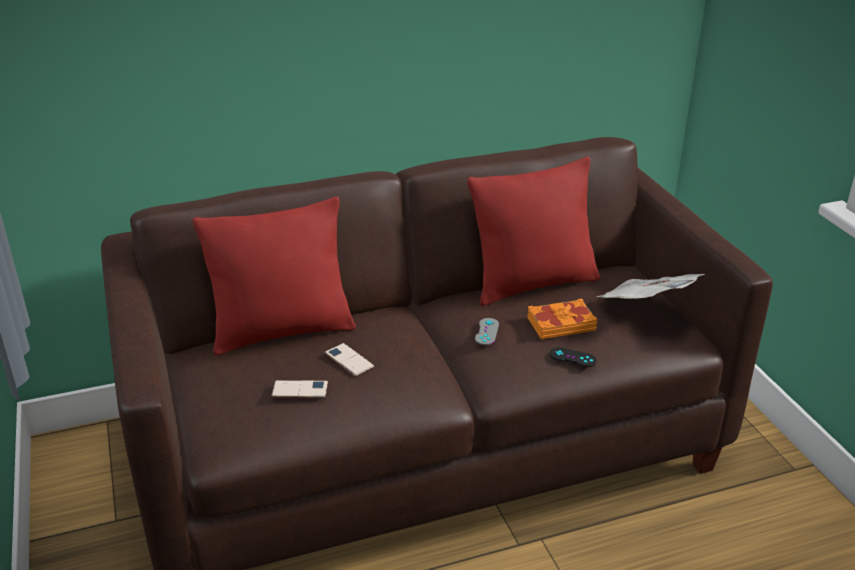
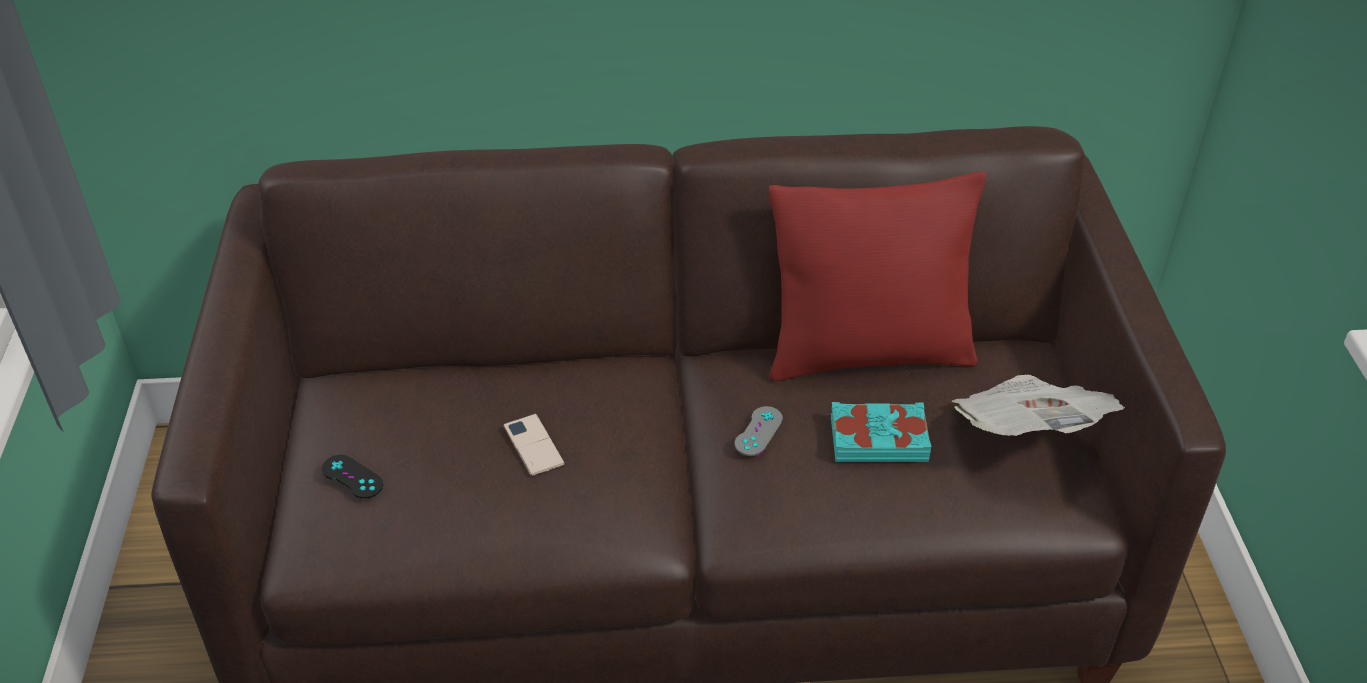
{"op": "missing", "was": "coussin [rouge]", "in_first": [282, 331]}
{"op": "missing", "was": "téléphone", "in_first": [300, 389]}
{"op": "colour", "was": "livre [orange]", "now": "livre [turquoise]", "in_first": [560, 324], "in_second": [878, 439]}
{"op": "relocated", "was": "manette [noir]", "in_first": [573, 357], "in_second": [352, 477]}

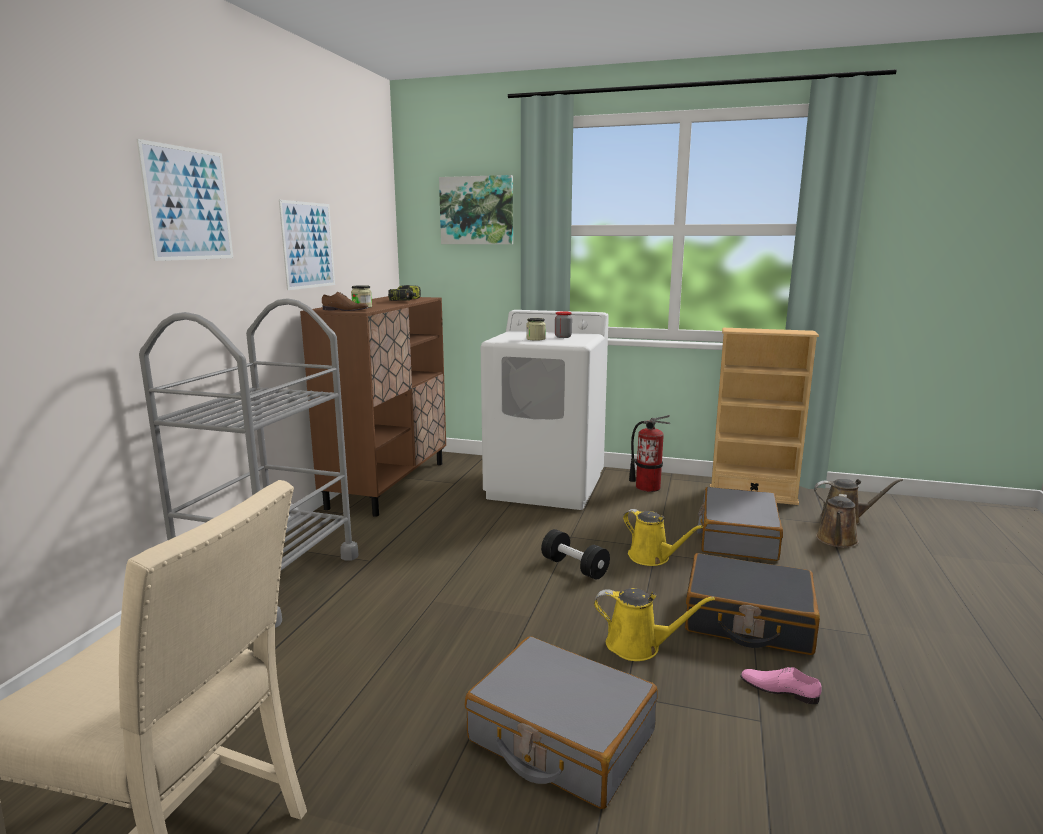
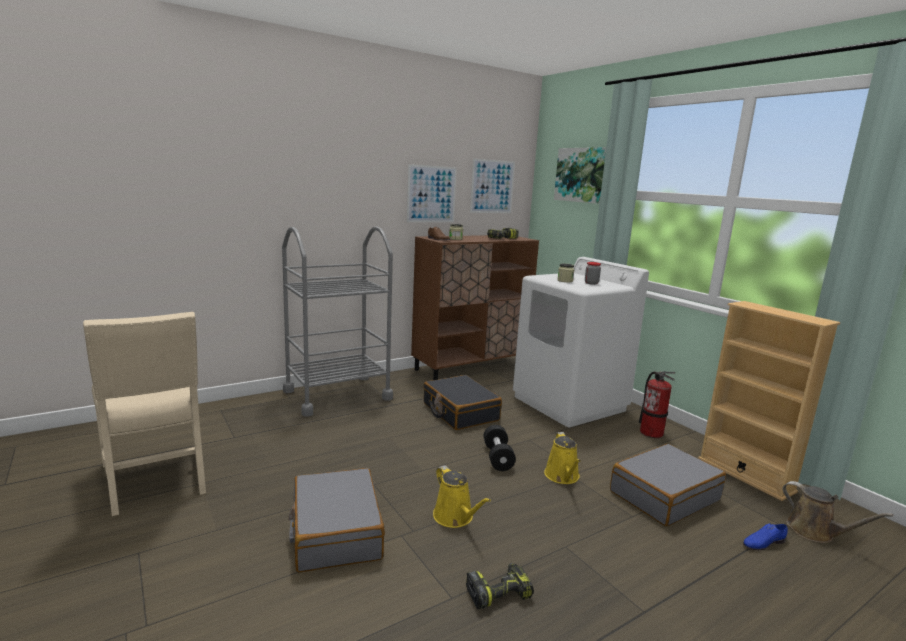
{"op": "relocated", "was": "tableau", "in_first": [189, 204], "in_second": [492, 186]}
{"op": "relocated", "was": "valise [noir]", "in_first": [747, 620], "in_second": [460, 412]}
{"op": "exchanged", "was": "chaussure [rose]", "now": "perceuse", "in_first": [779, 689], "in_second": [499, 592]}
{"op": "exchanged", "was": "arrosoir [marron]", "now": "chaussure [bleu]", "in_first": [836, 541], "in_second": [763, 542]}

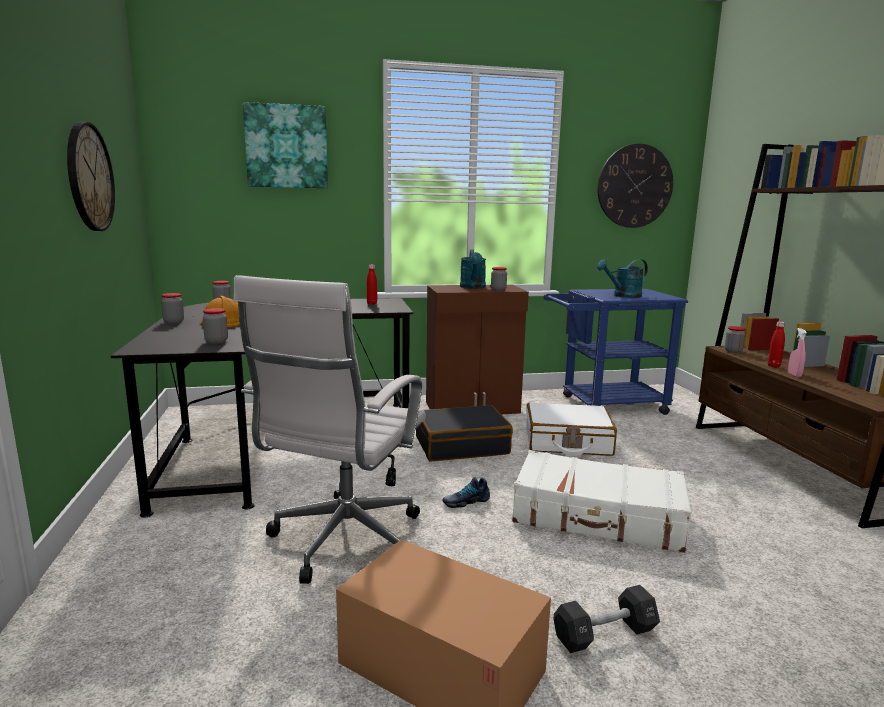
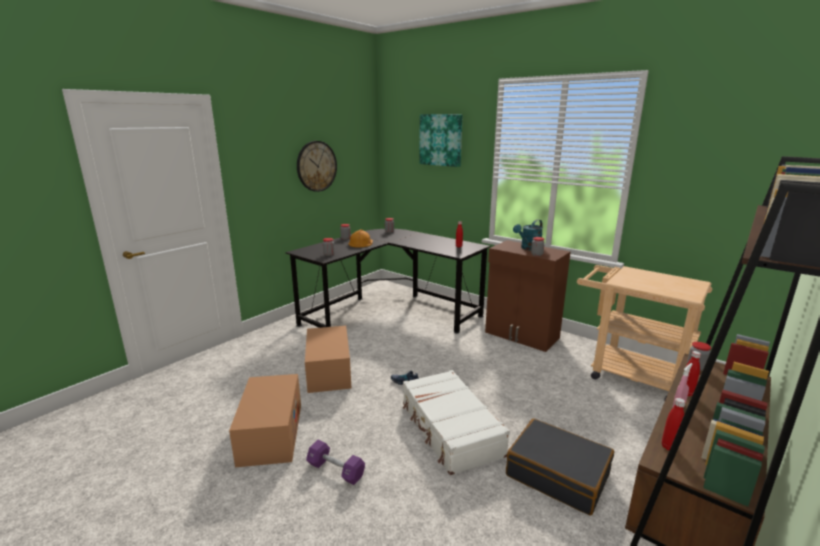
{"op": "exchanged", "was": "chaise de bureau [blanc]", "now": "carton", "in_first": [343, 543], "in_second": [329, 371]}
{"op": "relocated", "was": "valise [noir]", "in_first": [461, 445], "in_second": [557, 474]}
{"op": "missing", "was": "valise [blanc]", "in_first": [567, 442]}
{"op": "colour", "was": "chariot [bleu]", "now": "chariot [beige]", "in_first": [605, 405], "in_second": [628, 374]}
{"op": "colour", "was": "haltère [noir]", "now": "haltère [violet]", "in_first": [604, 634], "in_second": [336, 470]}
{"op": "missing", "was": "horloge murale", "in_first": [635, 186]}
{"op": "missing", "was": "arrosoir [turquoise]", "in_first": [623, 296]}
{"op": "appeared", "now": "bouteille [rouge]", "in_second": [669, 447]}

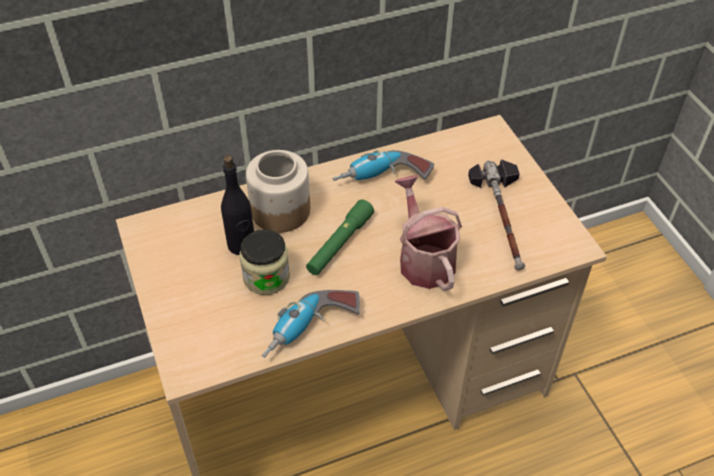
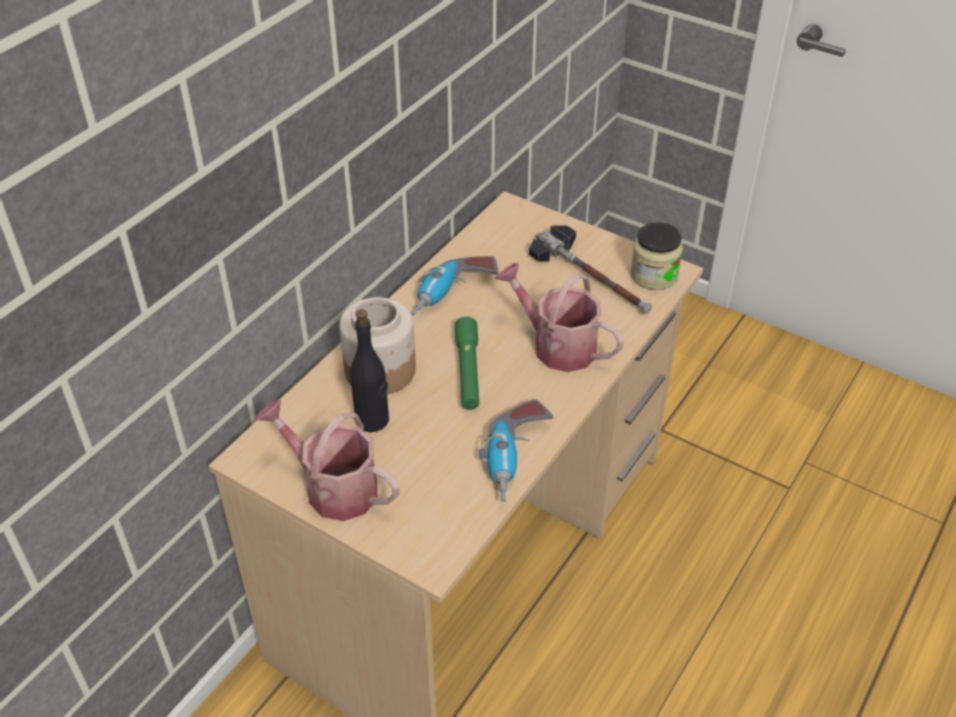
{"op": "relocated", "was": "bocal", "in_first": [266, 277], "in_second": [654, 275]}
{"op": "appeared", "now": "arrosoir", "in_second": [333, 487]}

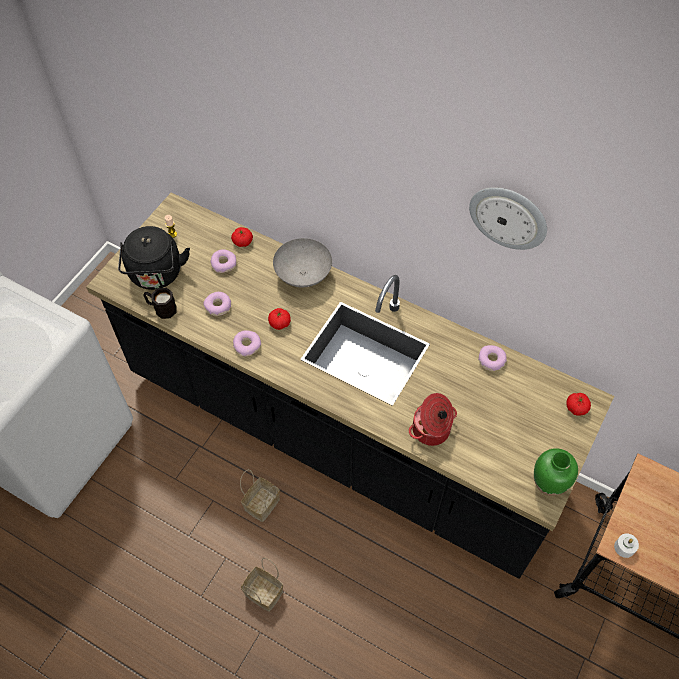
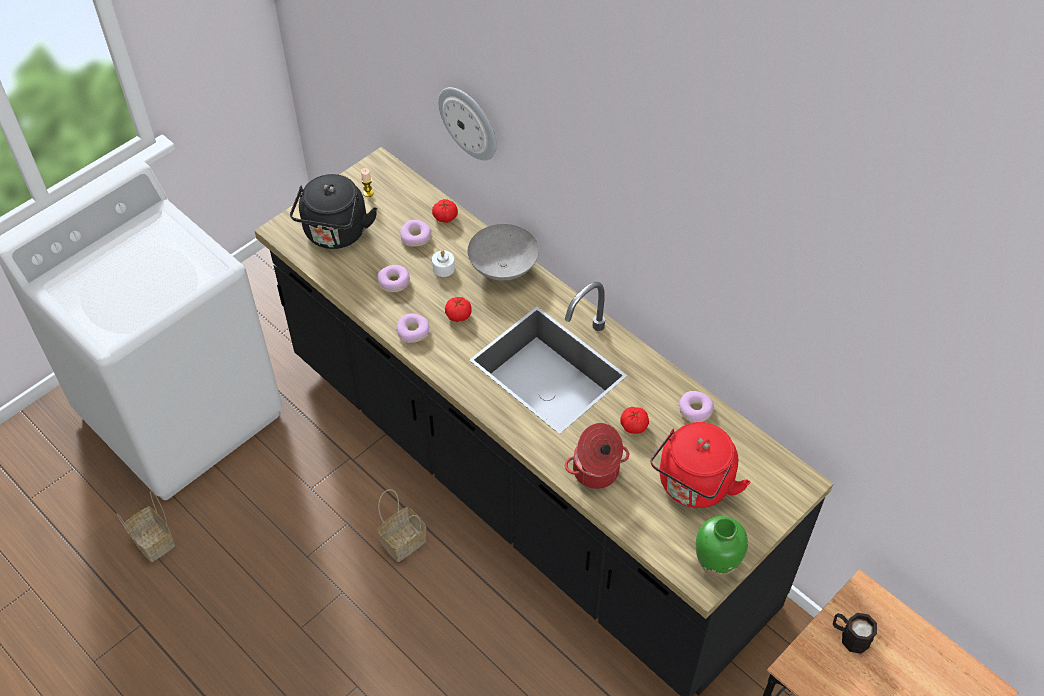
{"op": "relocated", "was": "mug [noir]", "in_first": [161, 308], "in_second": [849, 636]}
{"op": "relocated", "was": "panier", "in_first": [265, 593], "in_second": [155, 542]}
{"op": "relocated", "was": "horloge murale", "in_first": [508, 217], "in_second": [469, 122]}
{"op": "relocated", "was": "tomate", "in_first": [576, 408], "in_second": [634, 426]}
{"op": "relocated", "was": "bougie [blanc]", "in_first": [624, 547], "in_second": [443, 268]}
{"op": "appeared", "now": "bouilloire [rouge]", "in_second": [693, 486]}

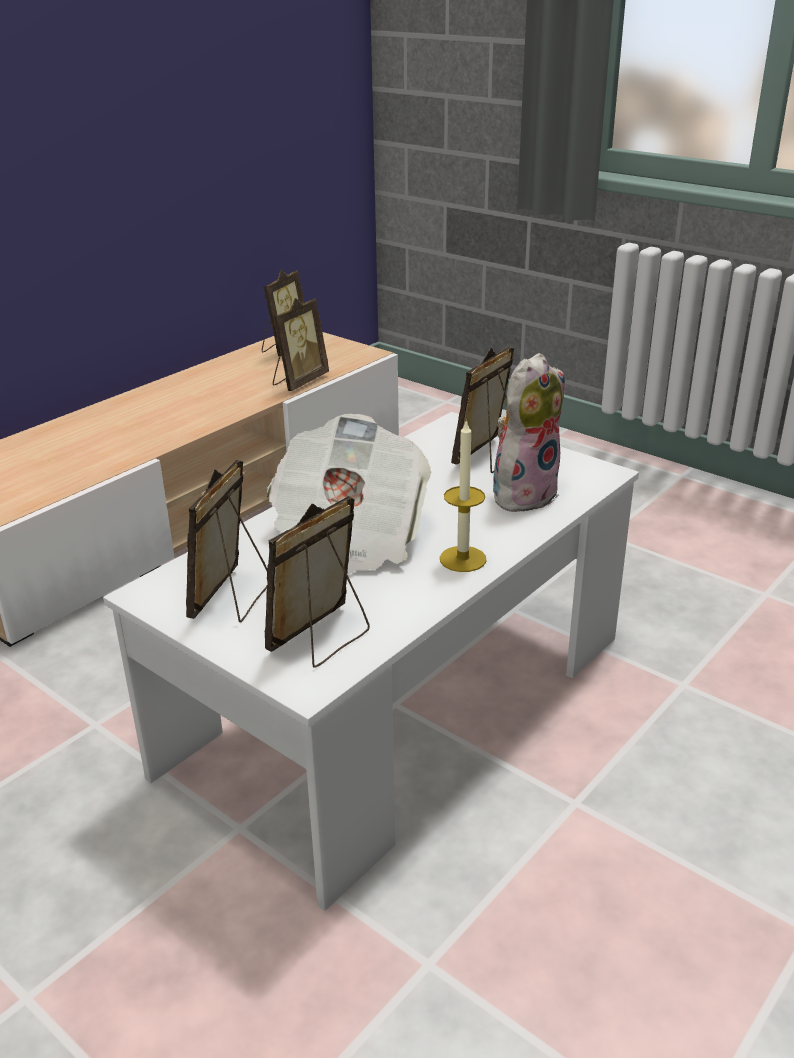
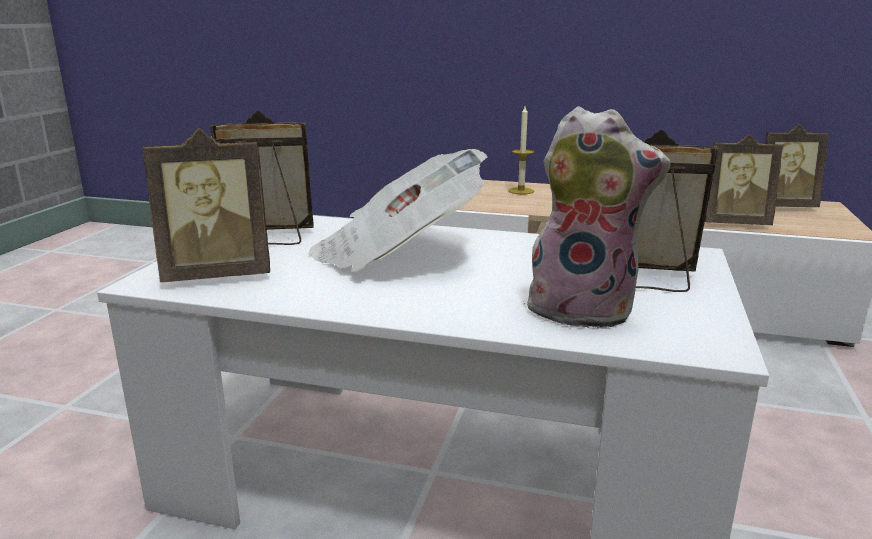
{"op": "spun", "was": "cadre photo", "in_first": [322, 639], "in_second": [218, 275], "clockwise": 150}
{"op": "relocated", "was": "bougie", "in_first": [463, 559], "in_second": [521, 191]}

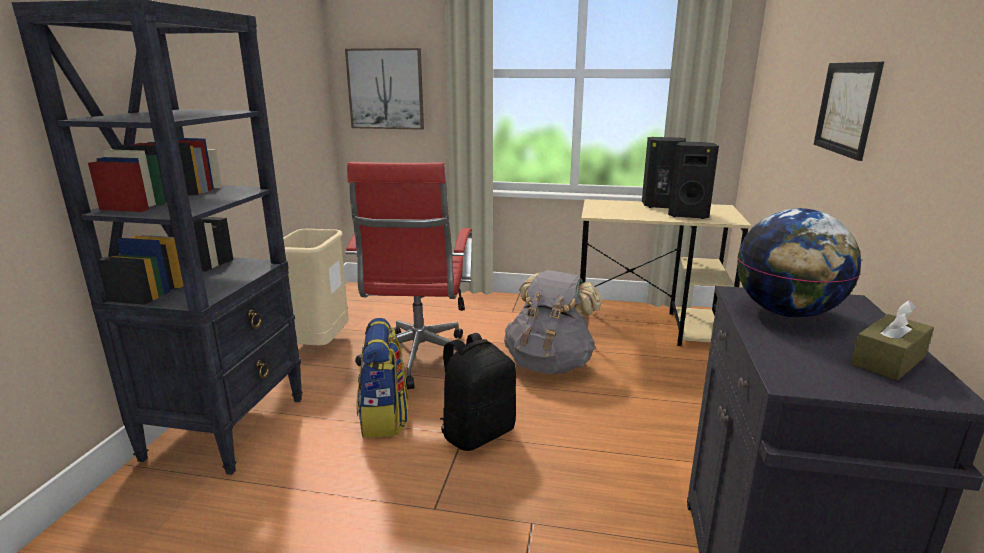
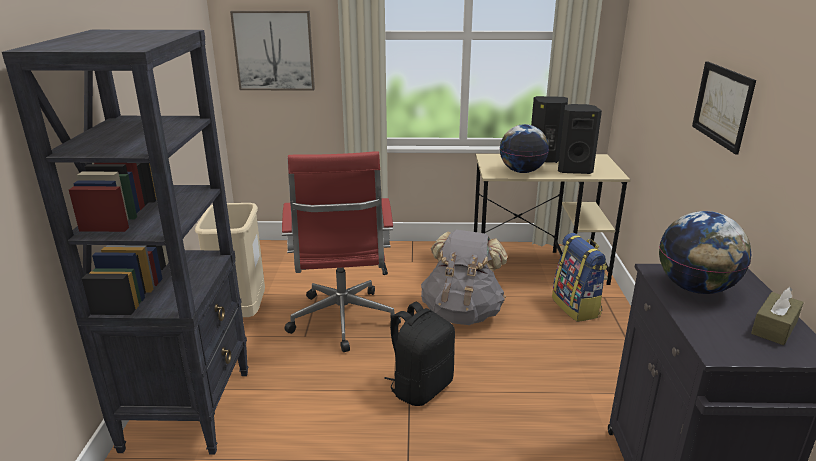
{"op": "relocated", "was": "sac à dos", "in_first": [384, 418], "in_second": [576, 307]}
{"op": "appeared", "now": "globe", "in_second": [522, 171]}

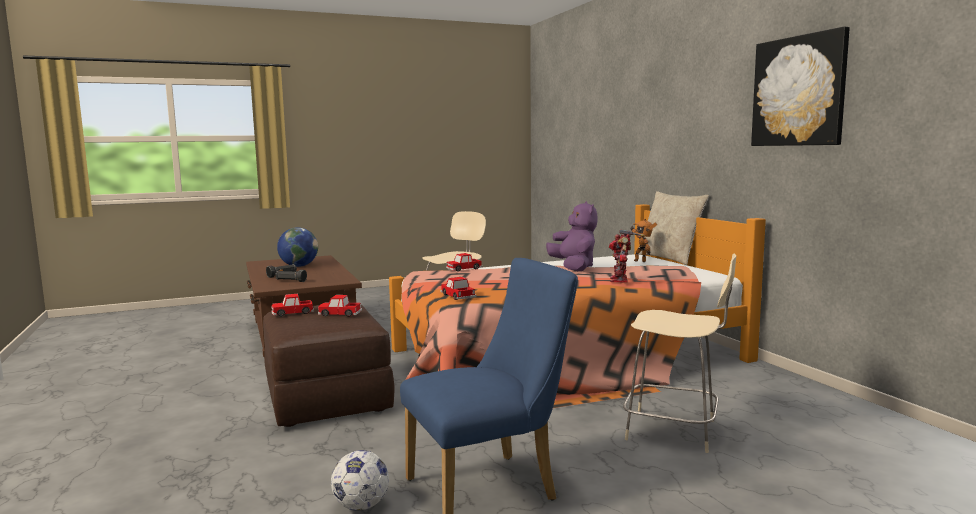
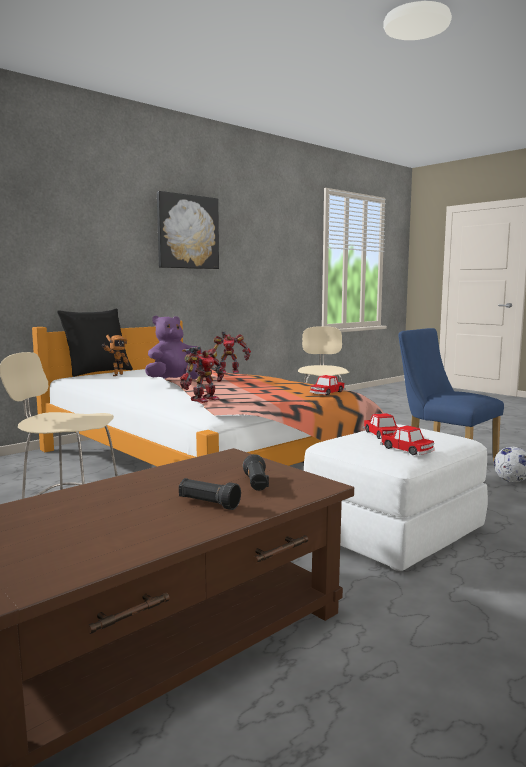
{"op": "colour", "was": "pouf [marron]", "now": "pouf [blanc]", "in_first": [328, 398], "in_second": [393, 532]}
{"op": "missing", "was": "globe", "in_first": [299, 266]}
{"op": "exchanged", "was": "petite voiture", "now": "robot jouet", "in_first": [464, 269], "in_second": [203, 399]}
{"op": "colour", "was": "coussin [beige]", "now": "coussin [noir]", "in_first": [669, 258], "in_second": [97, 372]}

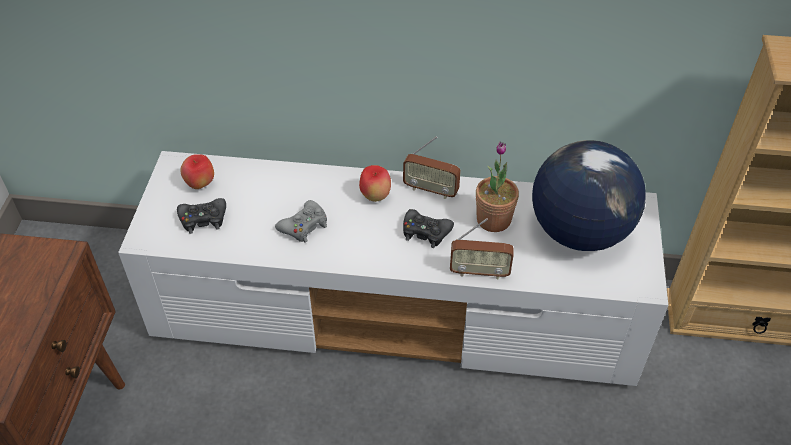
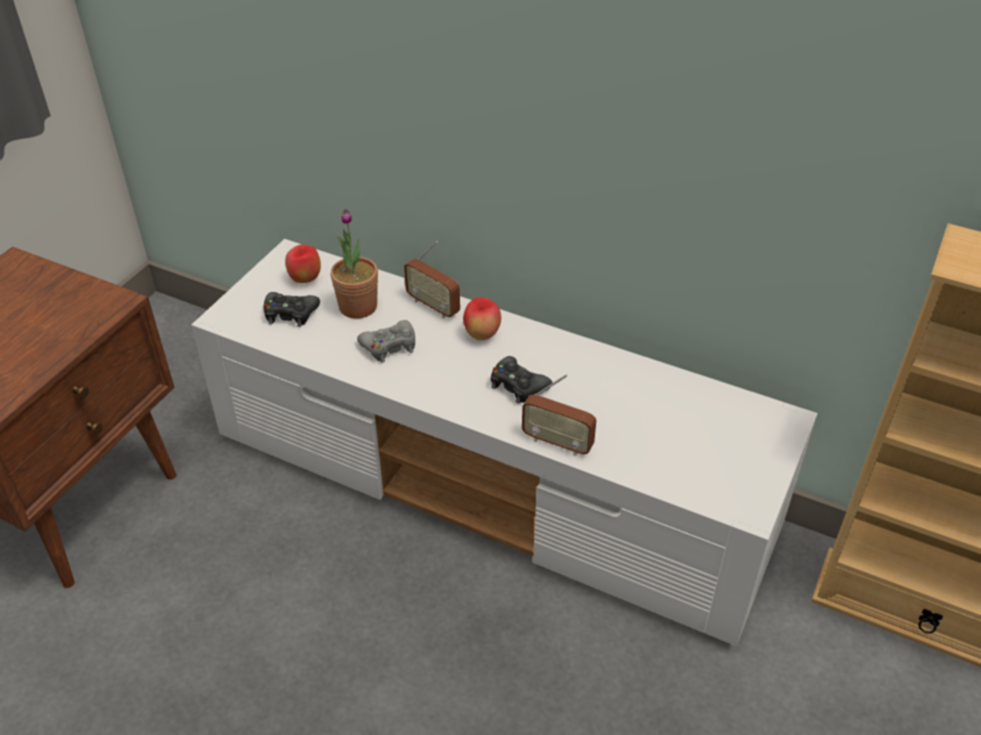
{"op": "relocated", "was": "radio", "in_first": [431, 190], "in_second": [433, 306]}
{"op": "relocated", "was": "plante en pot", "in_first": [493, 220], "in_second": [358, 307]}
{"op": "missing", "was": "globe", "in_first": [579, 231]}

